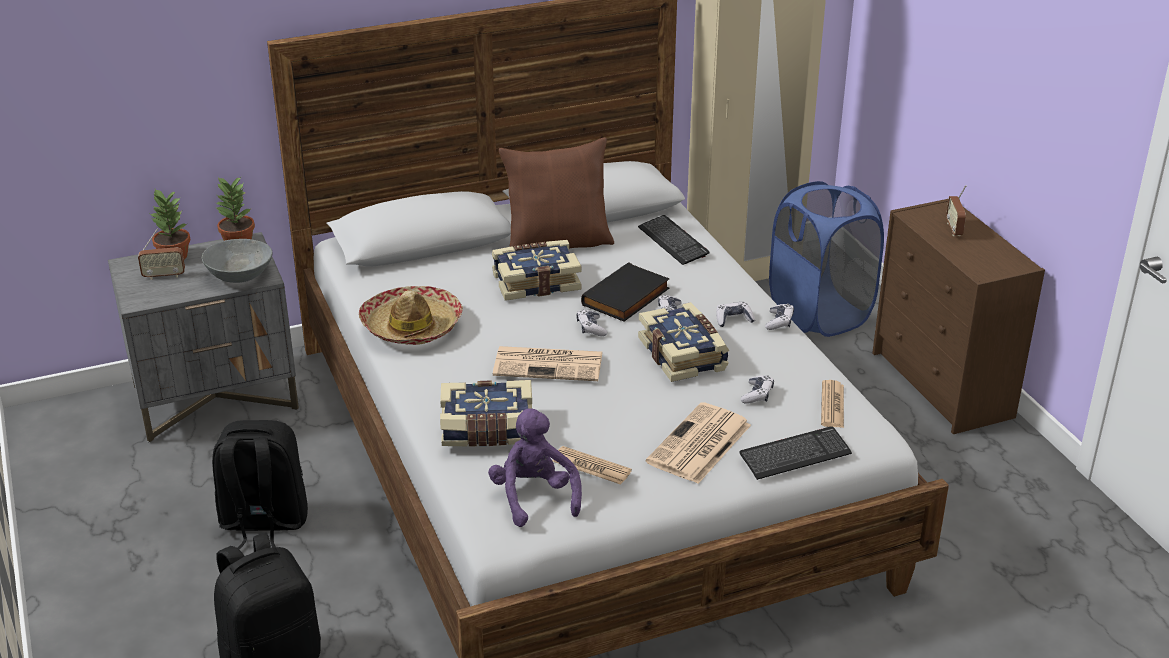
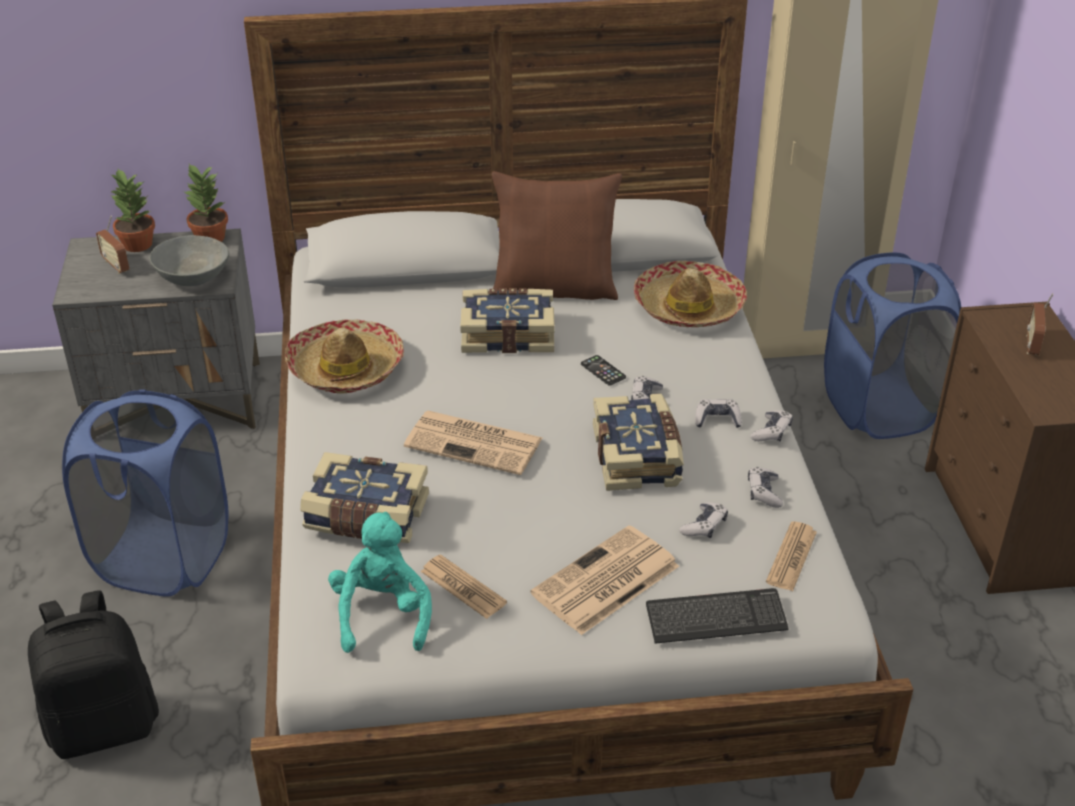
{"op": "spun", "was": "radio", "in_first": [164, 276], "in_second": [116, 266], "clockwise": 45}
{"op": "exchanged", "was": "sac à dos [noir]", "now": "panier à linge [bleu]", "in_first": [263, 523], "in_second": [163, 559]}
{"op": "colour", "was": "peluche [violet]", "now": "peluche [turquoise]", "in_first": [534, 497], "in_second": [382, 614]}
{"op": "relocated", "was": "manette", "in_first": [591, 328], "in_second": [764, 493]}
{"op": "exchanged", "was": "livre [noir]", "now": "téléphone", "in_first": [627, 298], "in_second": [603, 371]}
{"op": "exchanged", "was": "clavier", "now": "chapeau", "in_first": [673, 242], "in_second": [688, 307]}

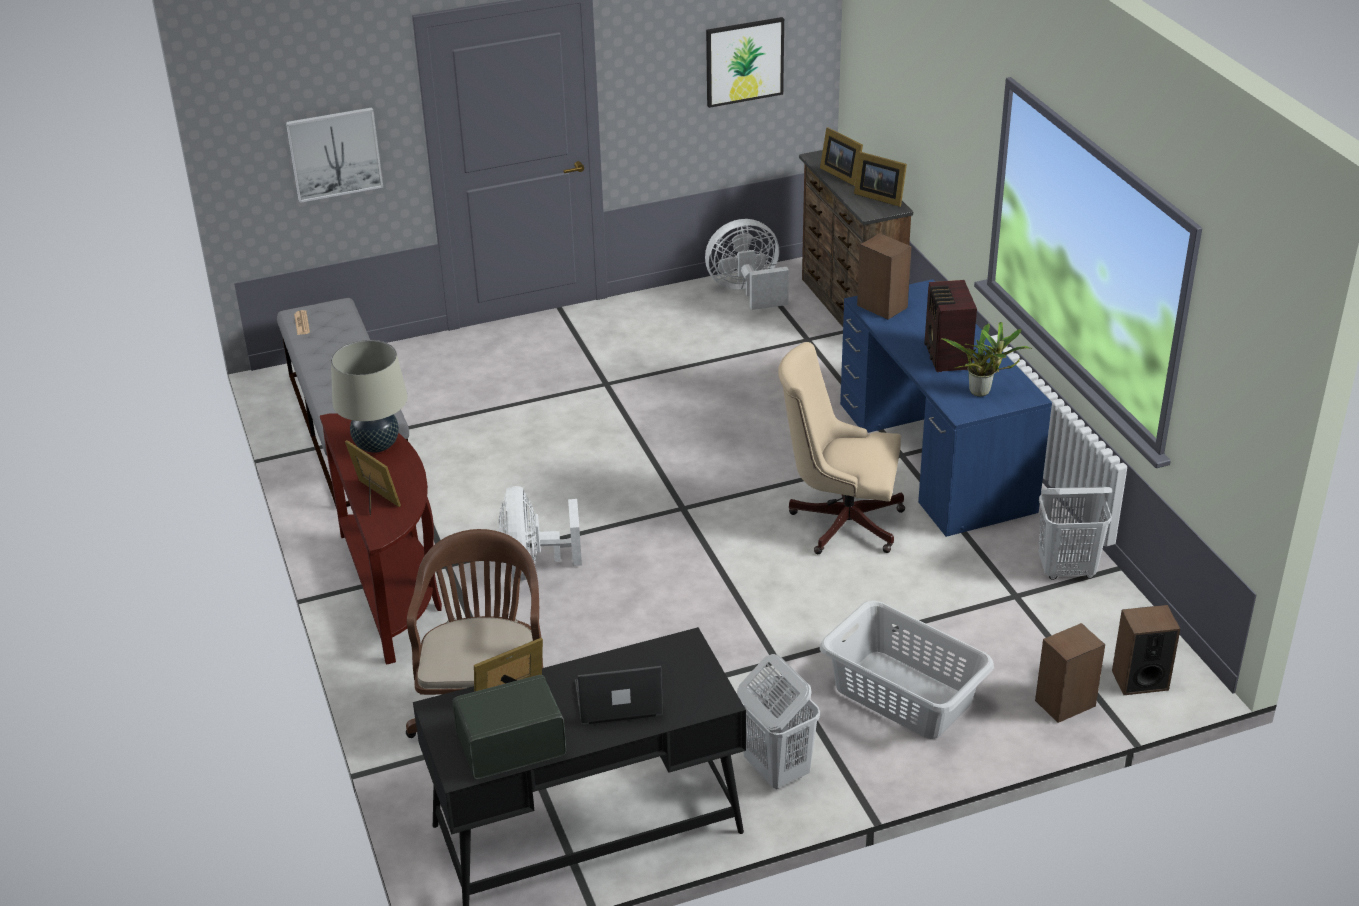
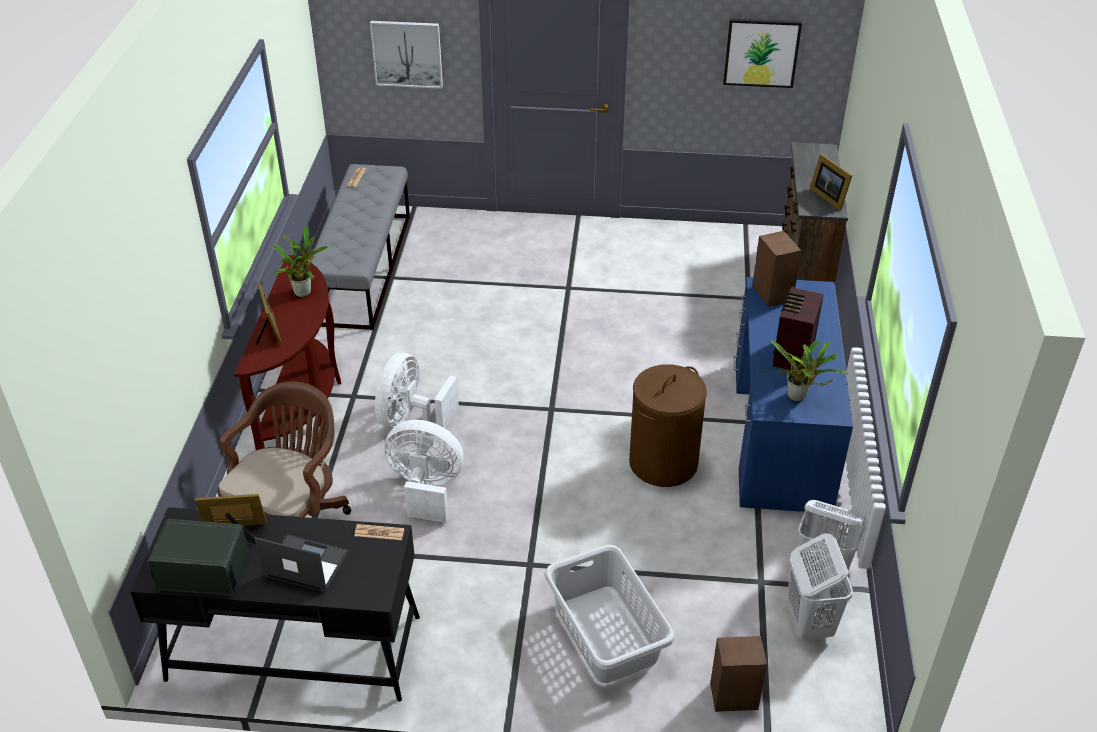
{"op": "exchanged", "was": "lampe de table [beige]", "now": "plante en pot", "in_first": [376, 445], "in_second": [304, 291]}
{"op": "relocated", "was": "ventilateur [blanc]", "in_first": [747, 292], "in_second": [426, 489]}
{"op": "relocated", "was": "panier à linge [blanc]", "in_first": [776, 770], "in_second": [809, 623]}
{"op": "exchanged", "was": "chaise de bureau [beige]", "now": "panier à linge [marron]", "in_first": [839, 521], "in_second": [663, 462]}
{"op": "missing", "was": "cadre photo", "in_first": [841, 174]}
{"op": "missing", "was": "enceinte", "in_first": [1139, 680]}
{"op": "appeared", "now": "journal", "in_second": [379, 532]}

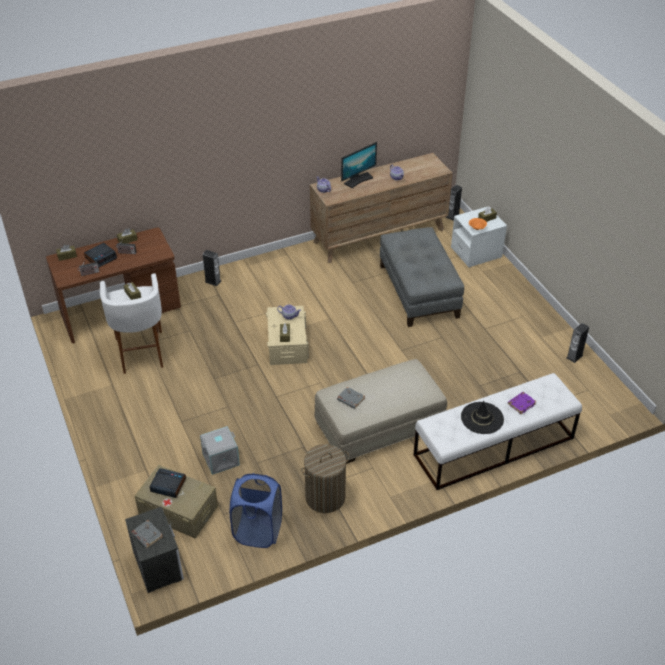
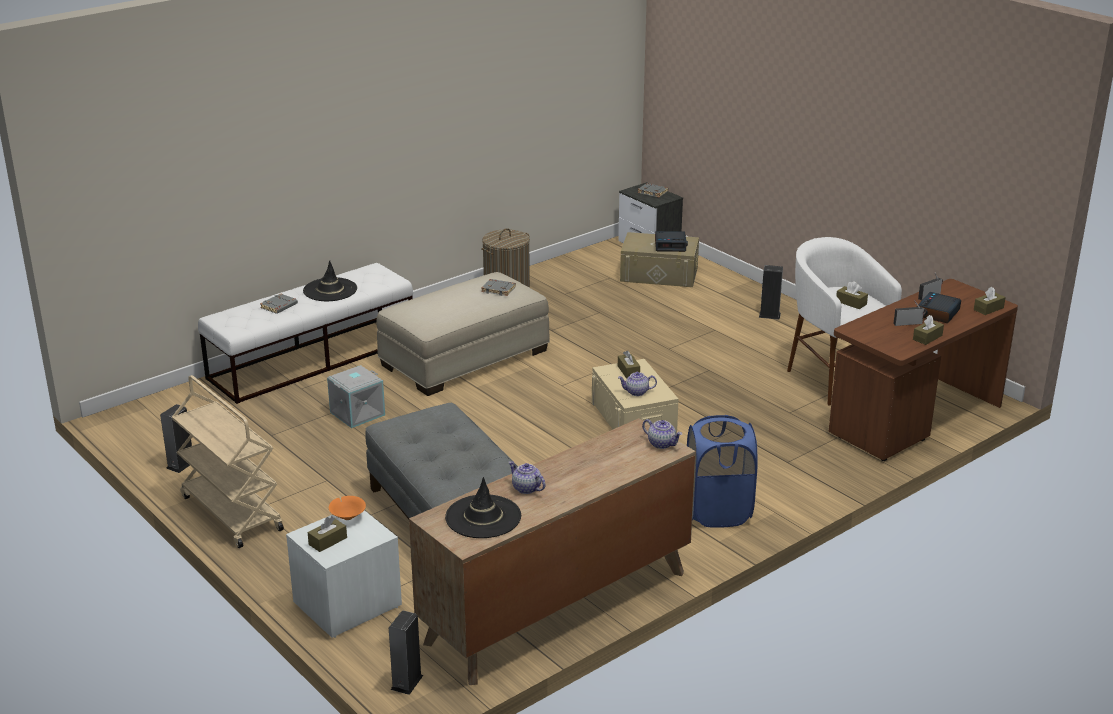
{"op": "relocated", "was": "boîte de rangement [gris]", "in_first": [221, 460], "in_second": [357, 413]}
{"op": "relocated", "was": "enceinte", "in_first": [213, 281], "in_second": [769, 315]}
{"op": "relocated", "was": "panier à linge [bleu]", "in_first": [258, 531], "in_second": [718, 511]}
{"op": "missing", "was": "écran d'ordinateur", "in_first": [358, 180]}
{"op": "colour", "was": "livre [violet]", "now": "livre [gris]", "in_first": [521, 404], "in_second": [279, 306]}
{"op": "appeared", "now": "chariot [beige]", "in_second": [230, 513]}
{"op": "appeared", "now": "chapeau [noir]", "in_second": [483, 517]}

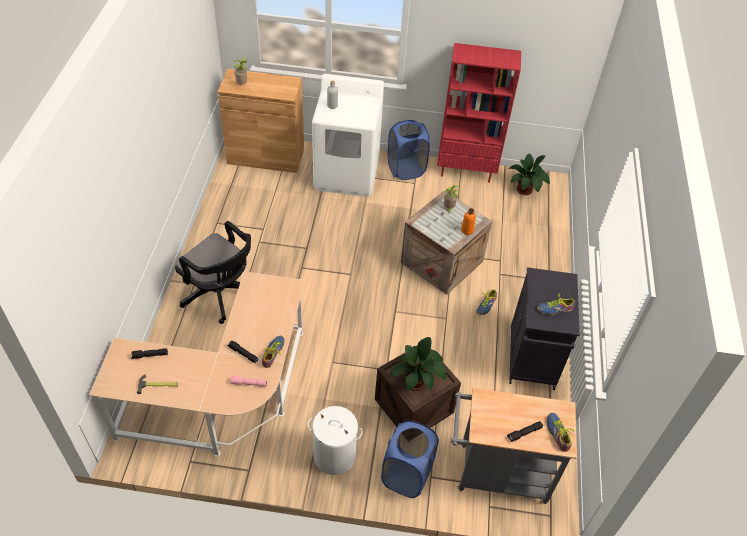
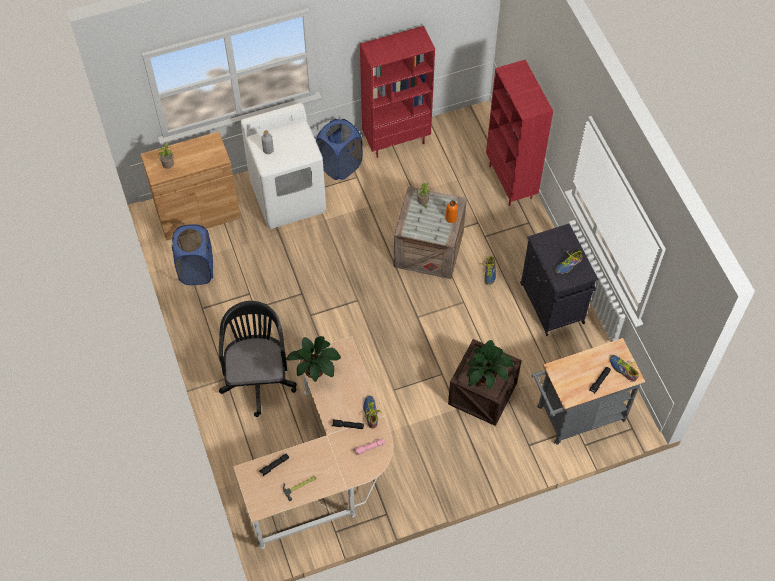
{"op": "spun", "was": "chaise de bureau [noir]", "in_first": [221, 295], "in_second": [258, 377], "clockwise": -105}
{"op": "missing", "was": "panier à linge [blanc]", "in_first": [334, 455]}
{"op": "relocated", "was": "panier à linge [bleu]", "in_first": [406, 475], "in_second": [196, 270]}
{"op": "relocated", "was": "plante en pot", "in_first": [526, 190], "in_second": [316, 369]}
{"op": "appeared", "now": "bibliothèque [rouge]", "in_second": [511, 182]}

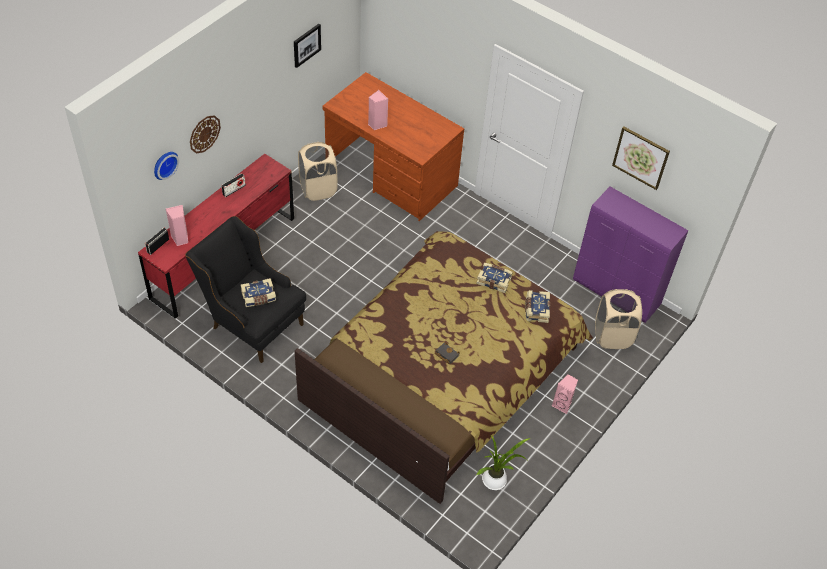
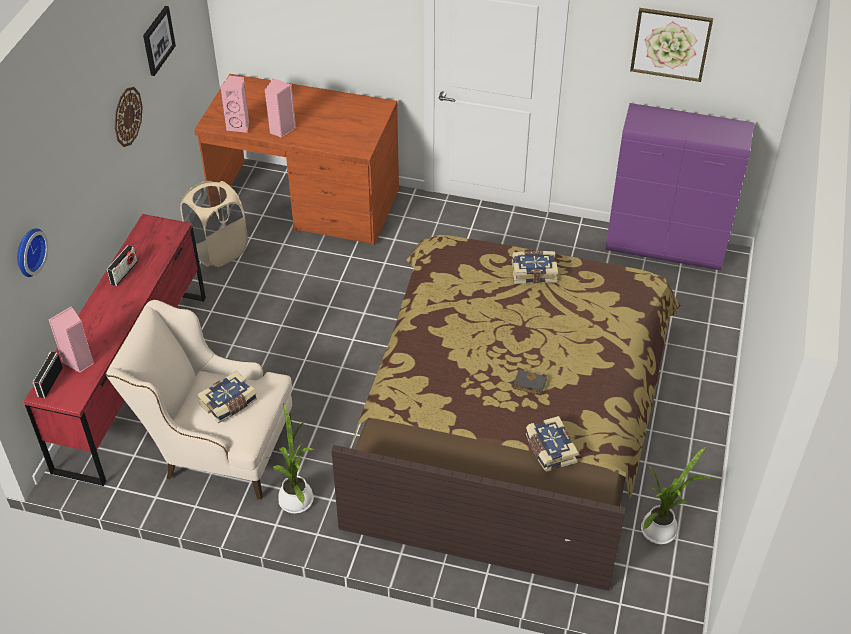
{"op": "colour", "was": "fauteuil [noir]", "now": "fauteuil [beige]", "in_first": [251, 321], "in_second": [216, 449]}
{"op": "relocated", "was": "horloge murale", "in_first": [204, 134], "in_second": [127, 116]}
{"op": "relocated", "was": "livre", "in_first": [536, 310], "in_second": [549, 450]}
{"op": "relocated", "was": "enceinte [rose]", "in_first": [562, 405], "in_second": [239, 126]}
{"op": "missing", "was": "panier à linge [beige]", "in_first": [612, 336]}
{"op": "appeared", "now": "plante en pot", "in_second": [296, 498]}

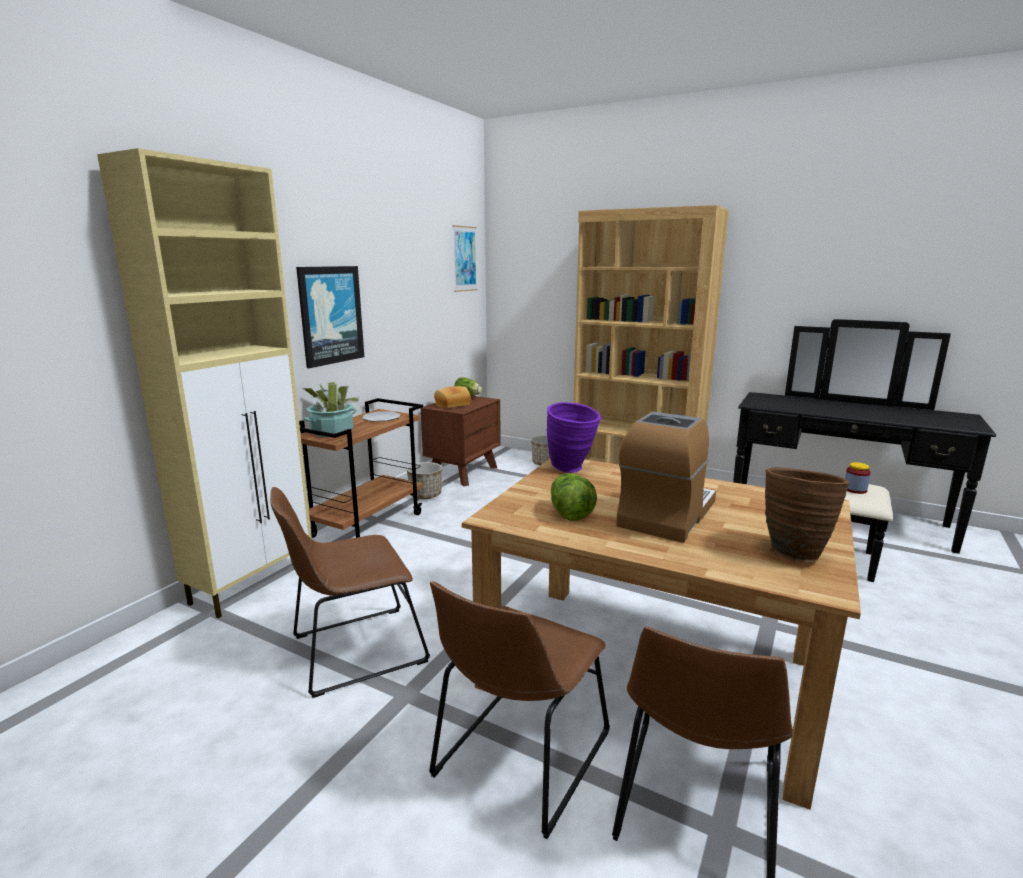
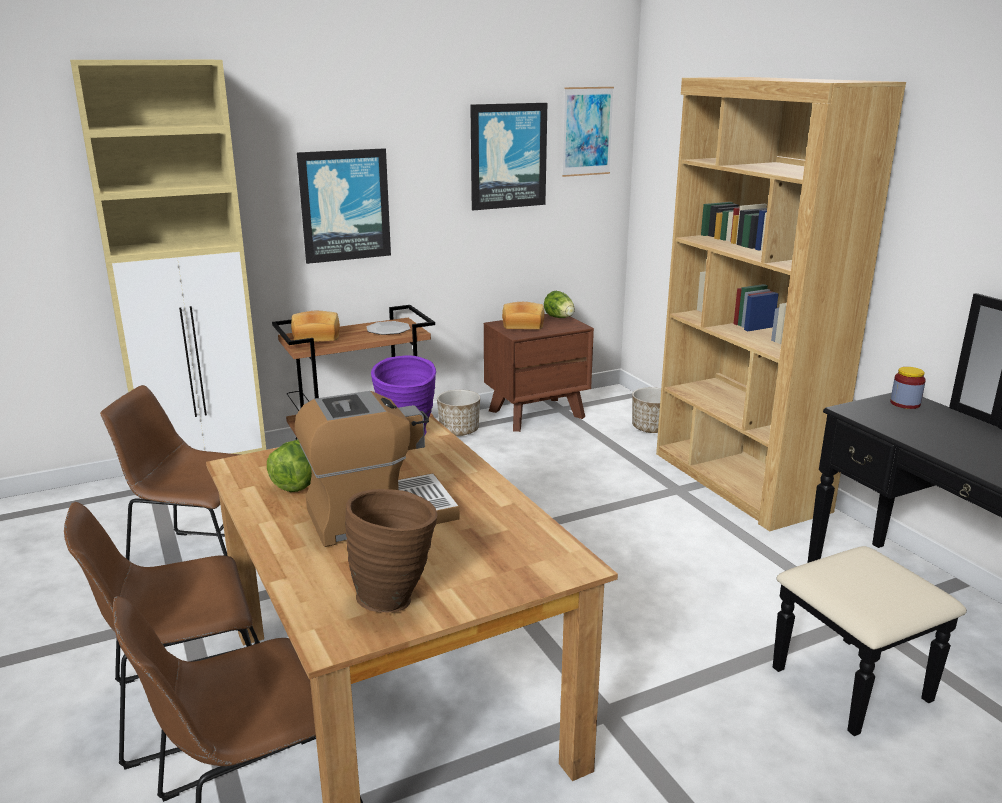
{"op": "exchanged", "was": "plante en pot", "now": "pain", "in_first": [332, 432], "in_second": [316, 337]}
{"op": "relocated", "was": "bocal", "in_first": [855, 490], "in_second": [905, 403]}
{"op": "appeared", "now": "tableau", "in_second": [508, 156]}

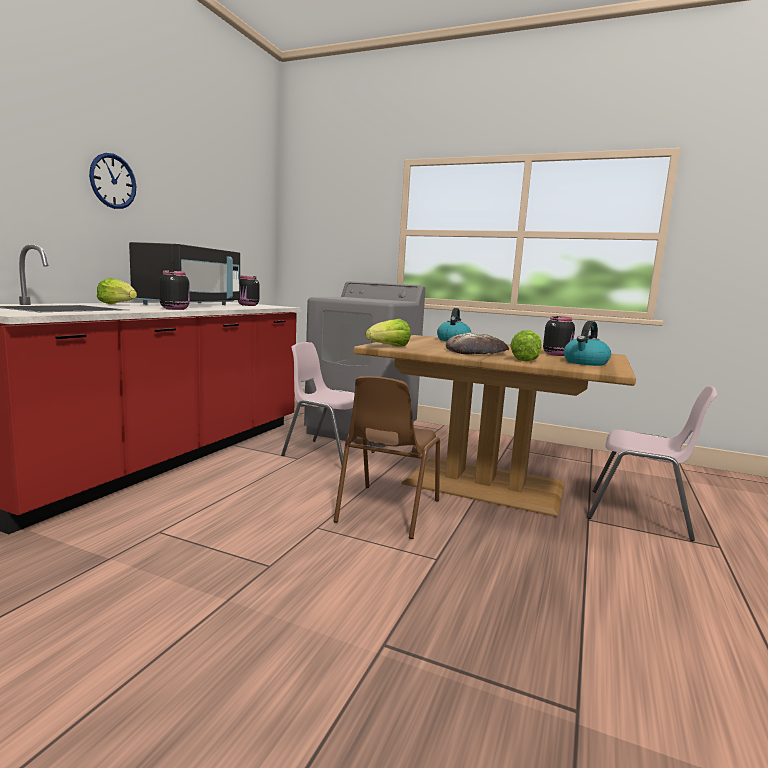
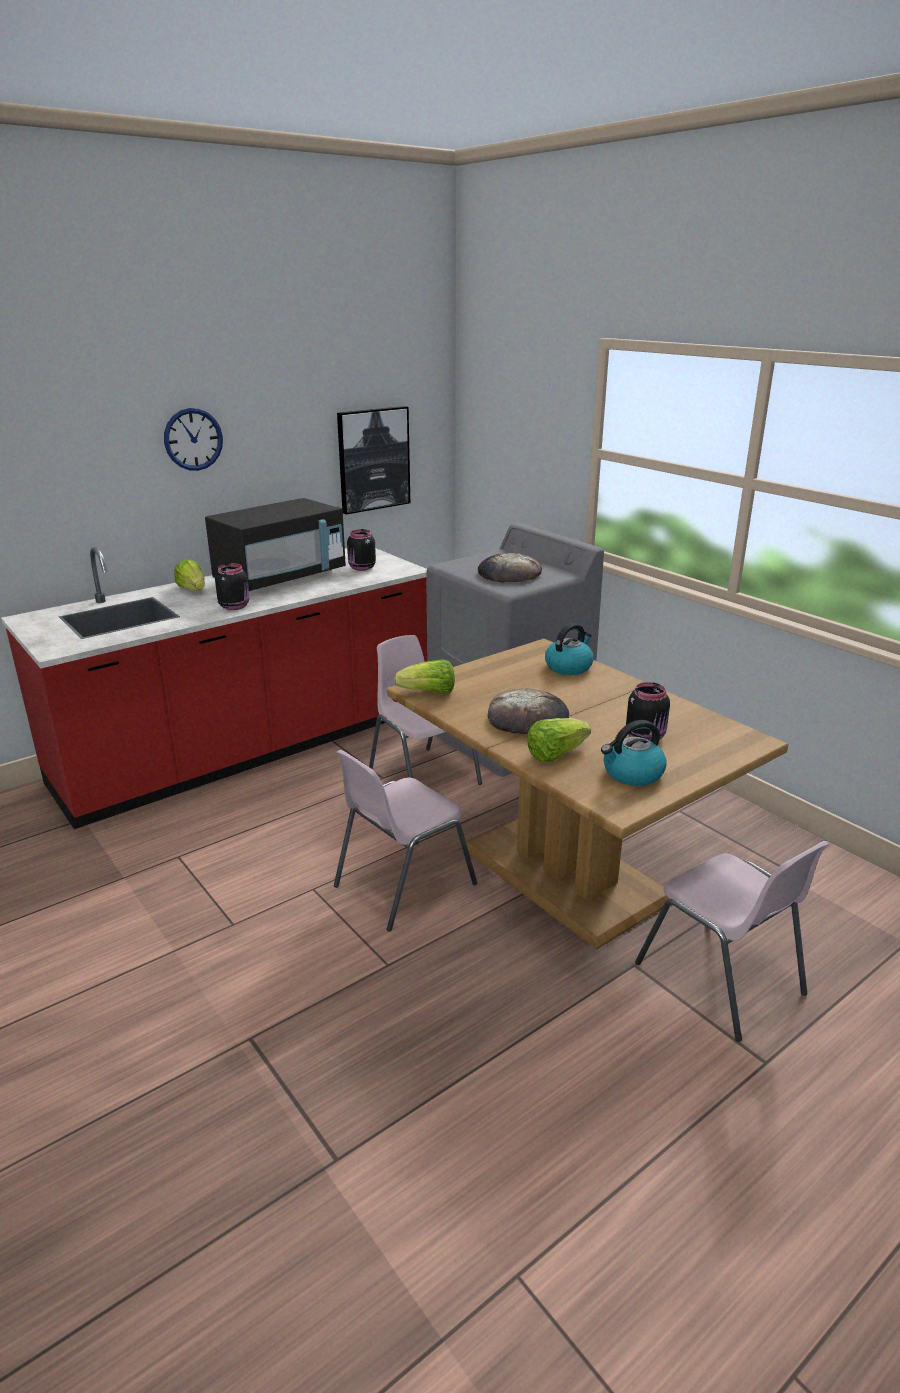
{"op": "colour", "was": "chaise [marron]", "now": "chaise [rose]", "in_first": [386, 511], "in_second": [402, 885]}
{"op": "appeared", "now": "tableau", "in_second": [373, 459]}
{"op": "appeared", "now": "pain", "in_second": [509, 574]}

